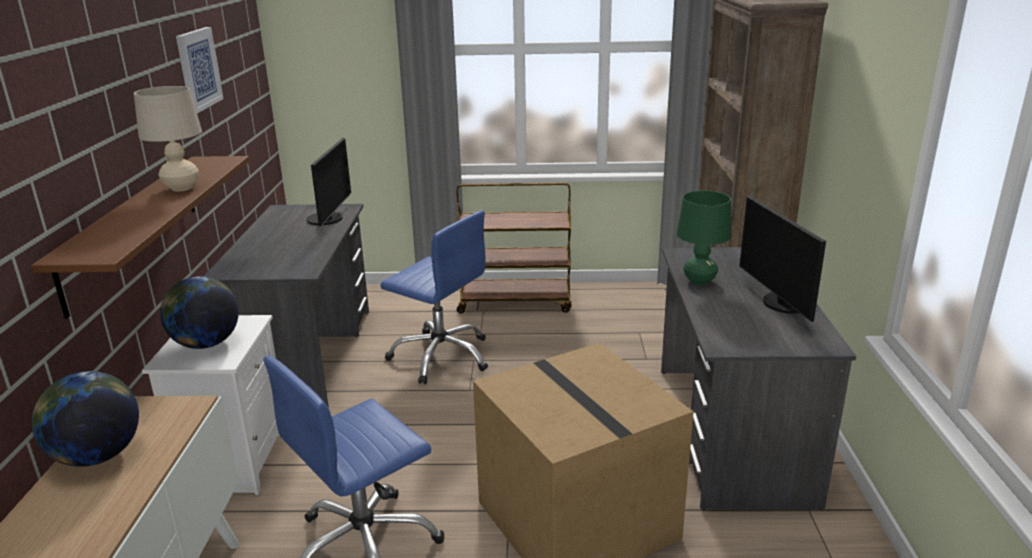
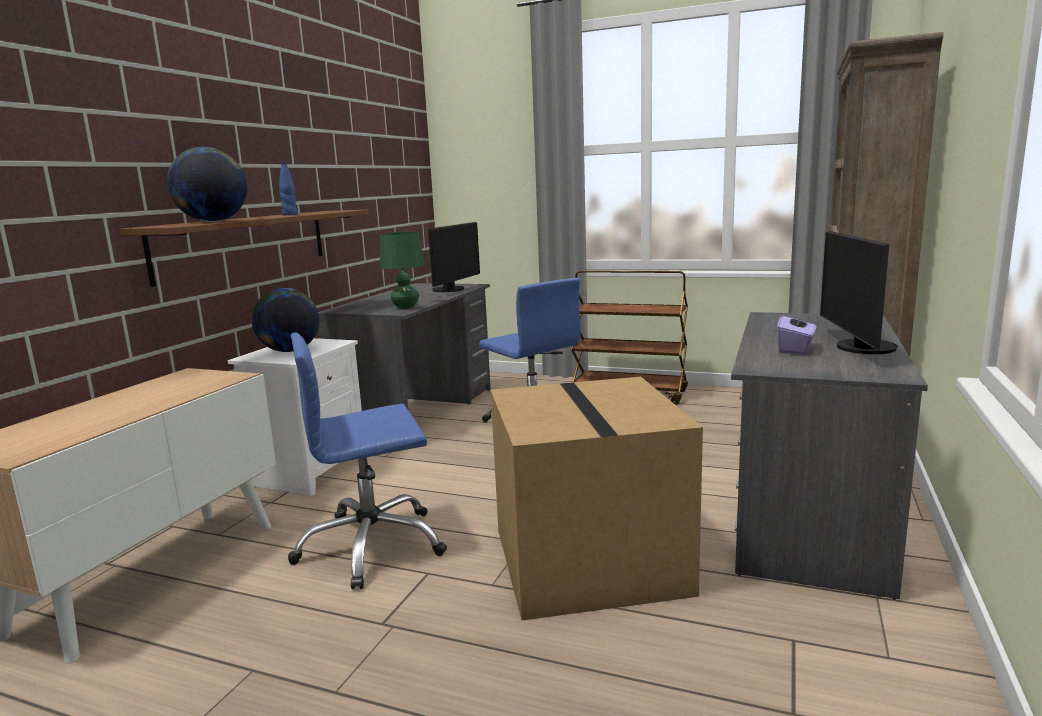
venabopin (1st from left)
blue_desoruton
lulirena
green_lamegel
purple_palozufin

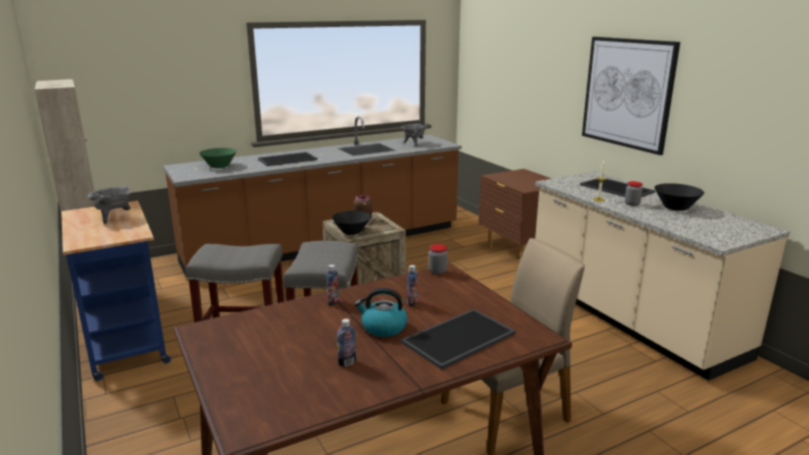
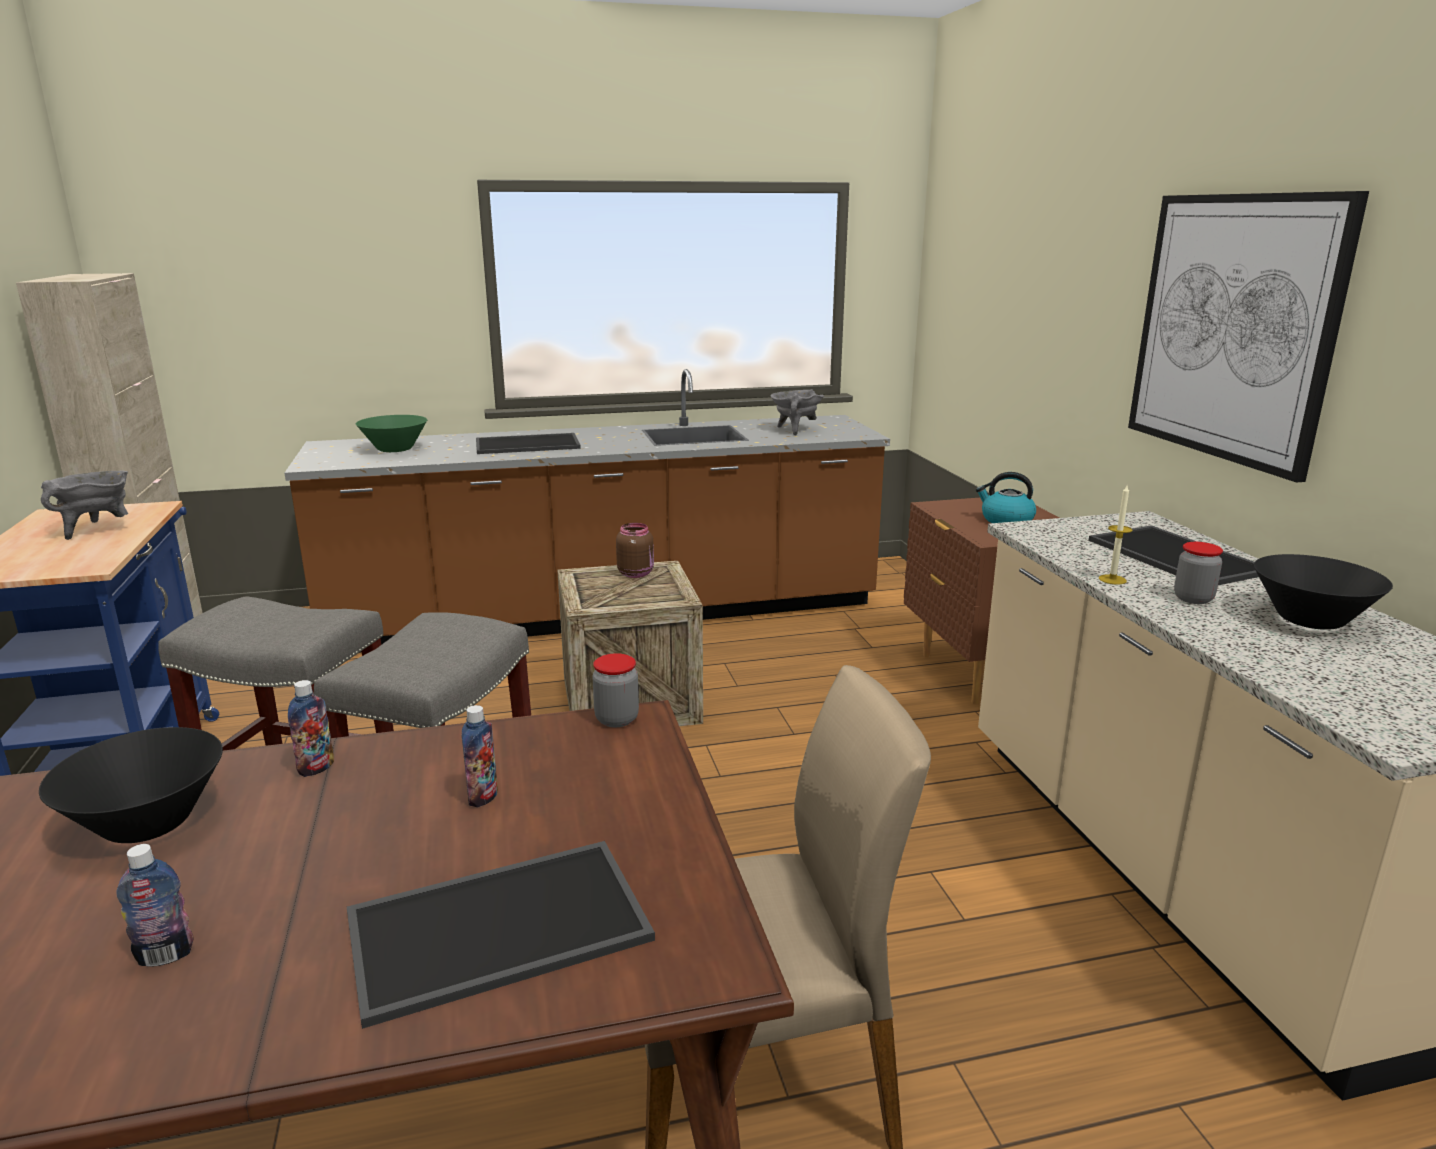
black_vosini (1st from left)
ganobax

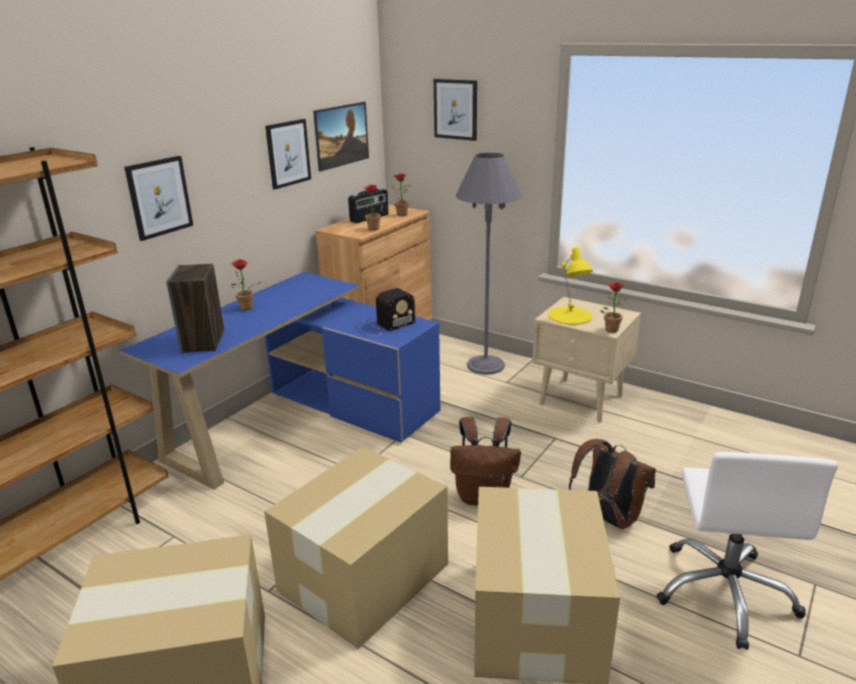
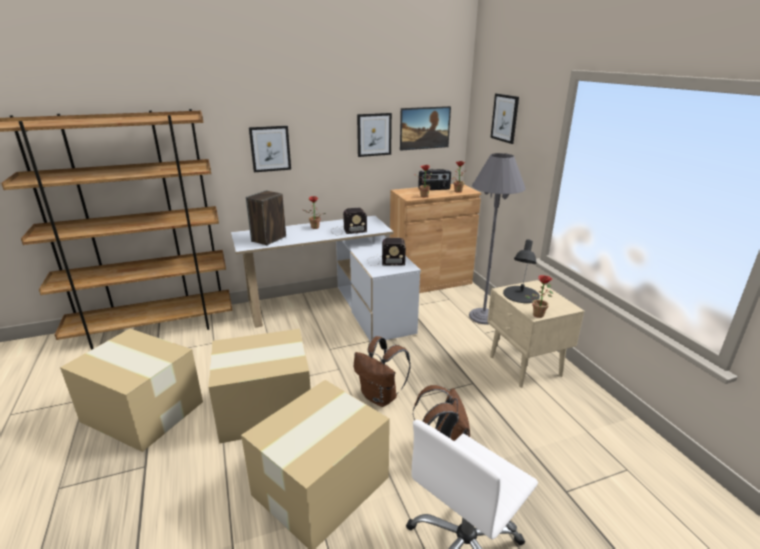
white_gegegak
black_lamegel
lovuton (1st from left)

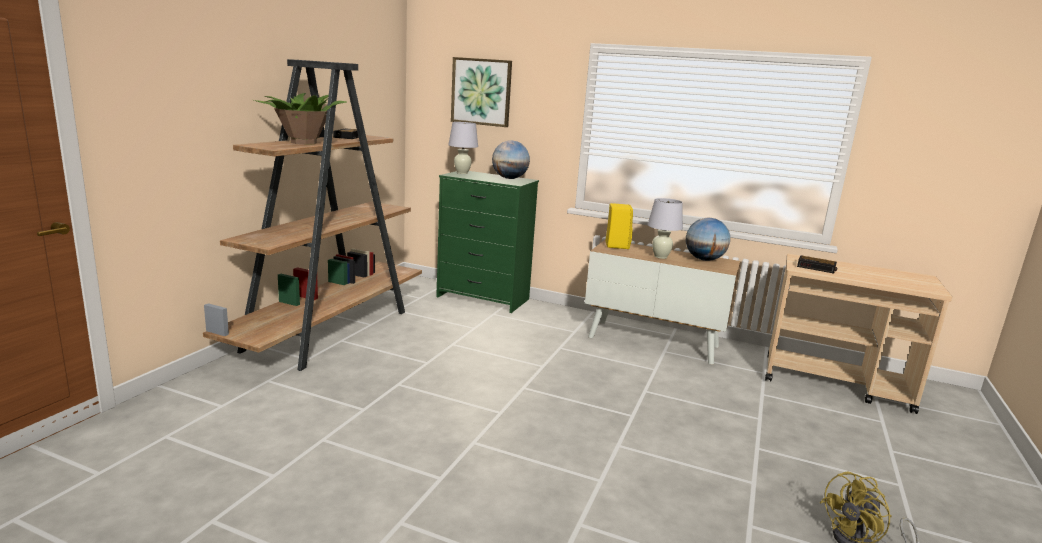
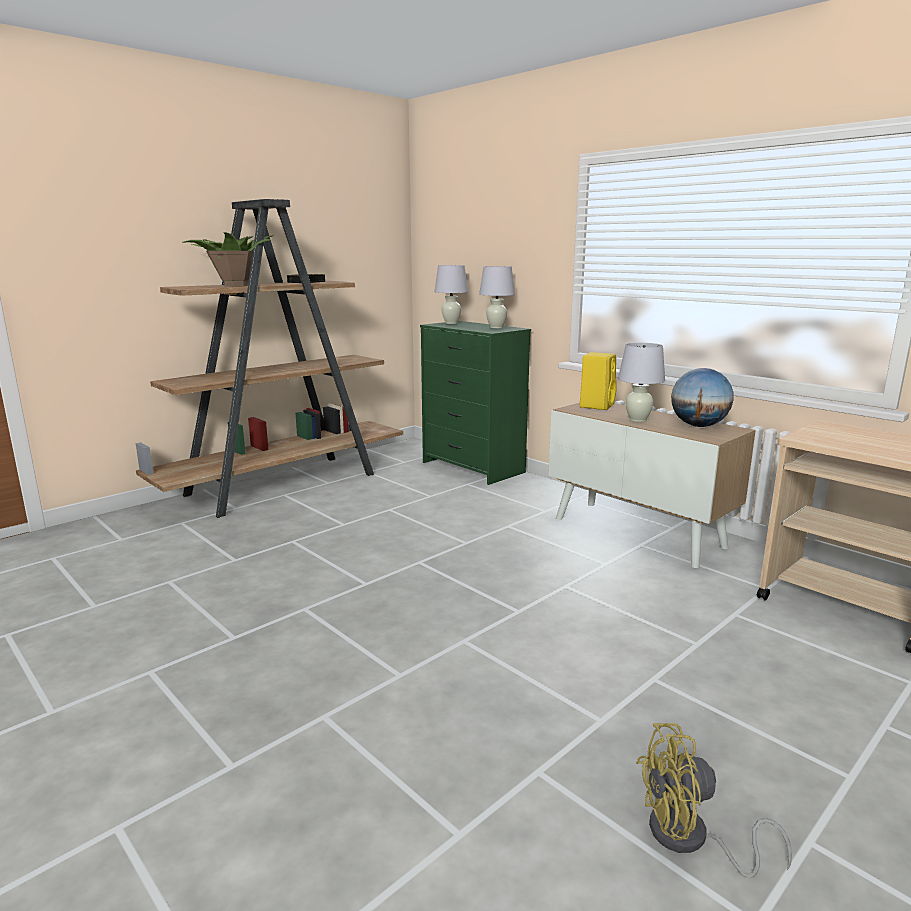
lulirena
white_lamegel (2nd from left)
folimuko (2nd from left in the first image)

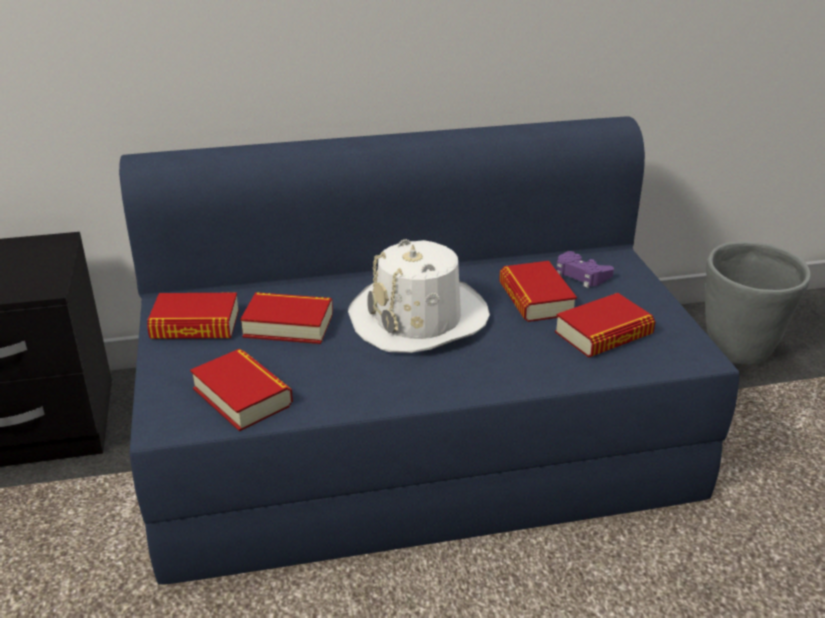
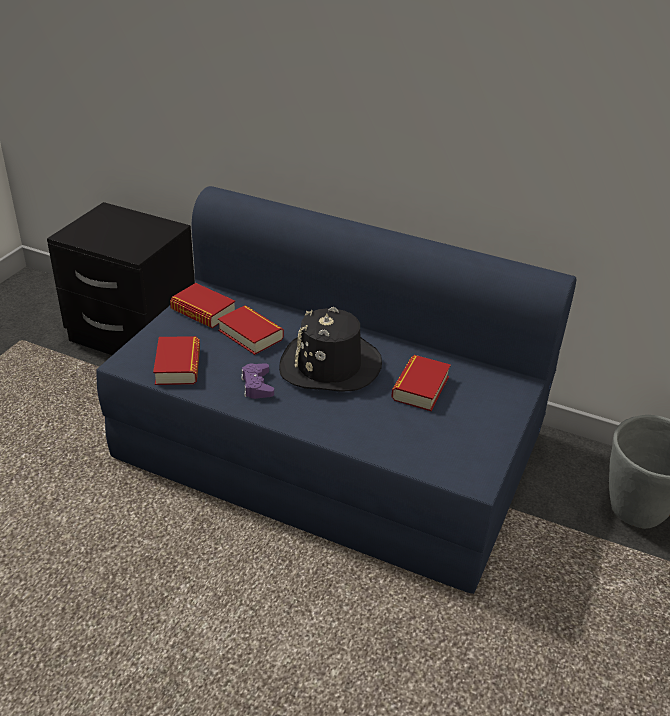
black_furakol
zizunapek (5th from left in the first image)
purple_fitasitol

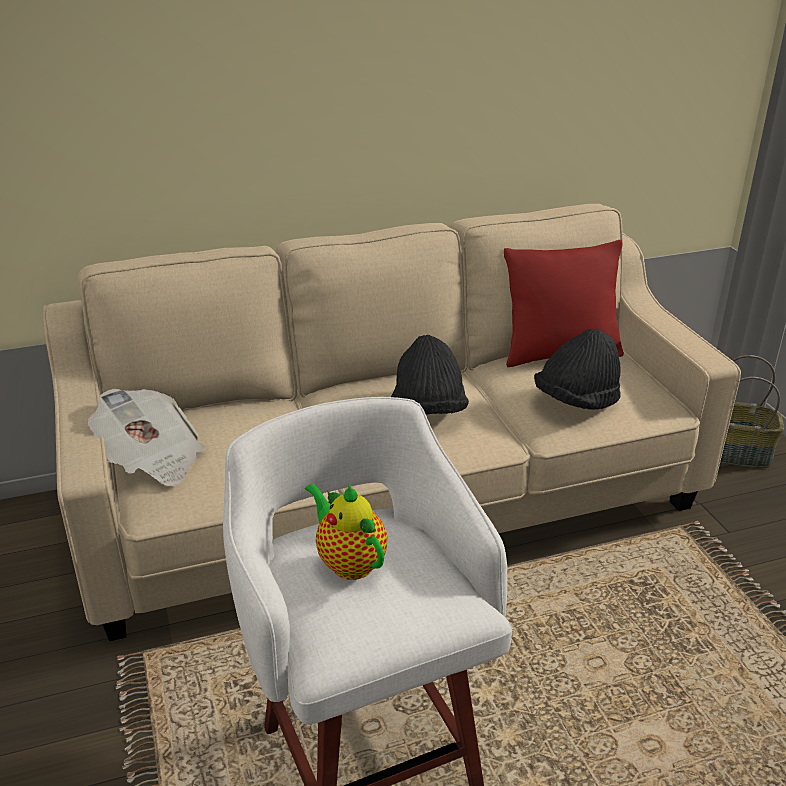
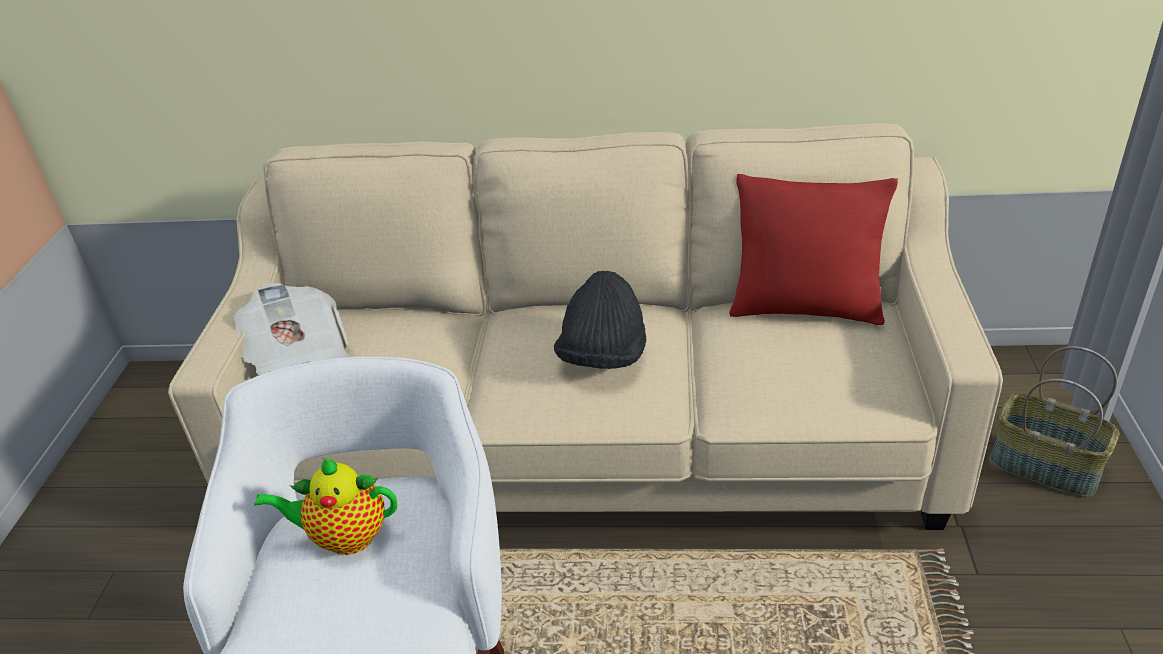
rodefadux
black_furakol (2nd from left in the first image)

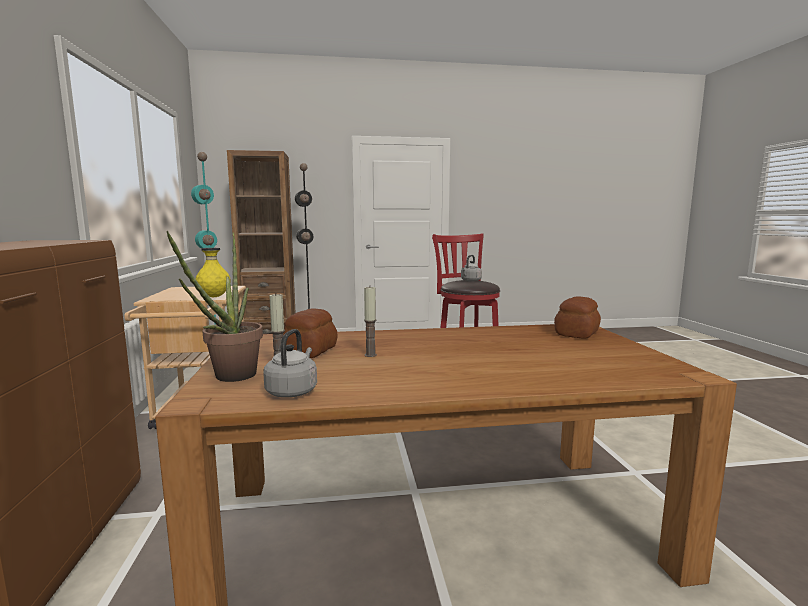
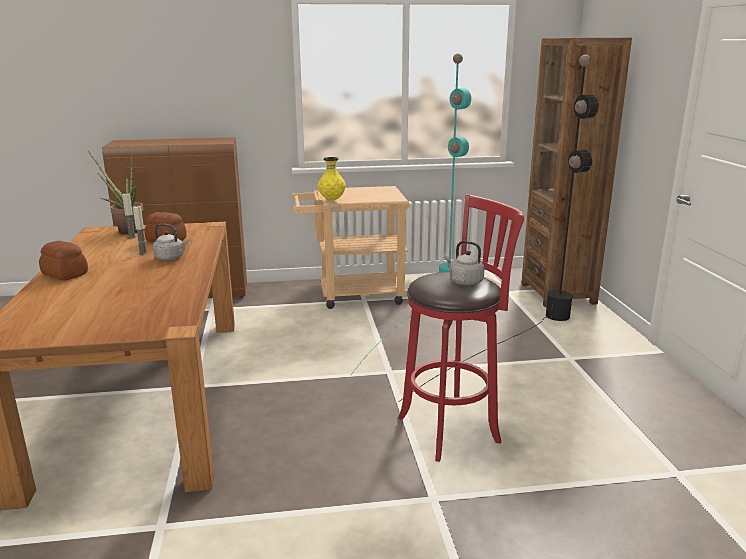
grey_ganobax (1st from left)
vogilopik (1st from left)

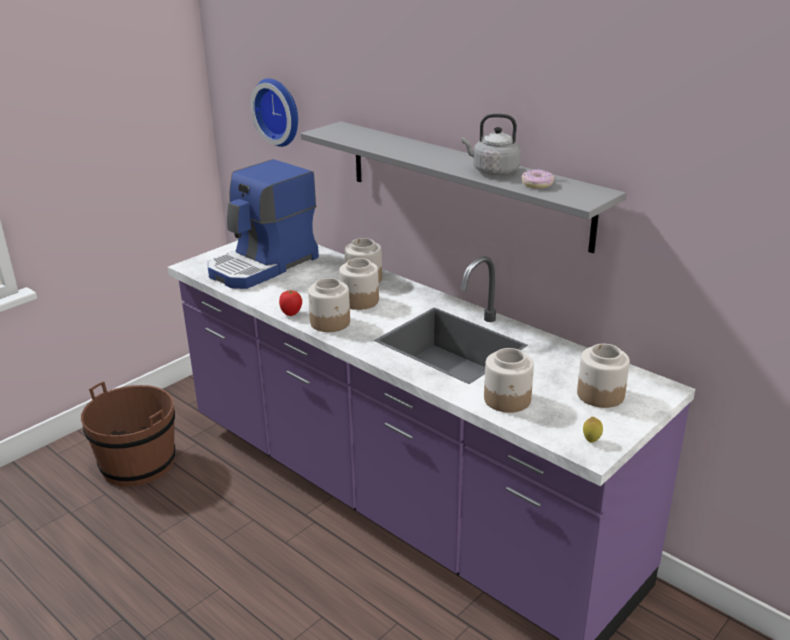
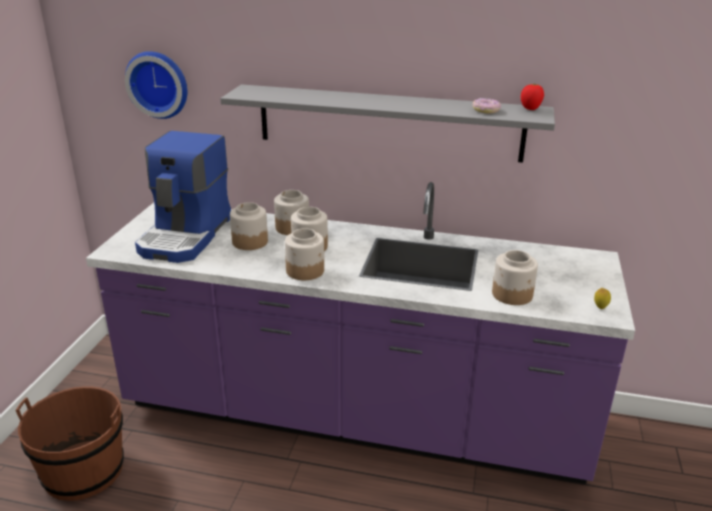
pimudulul
grey_ganobax
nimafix (1st from left)

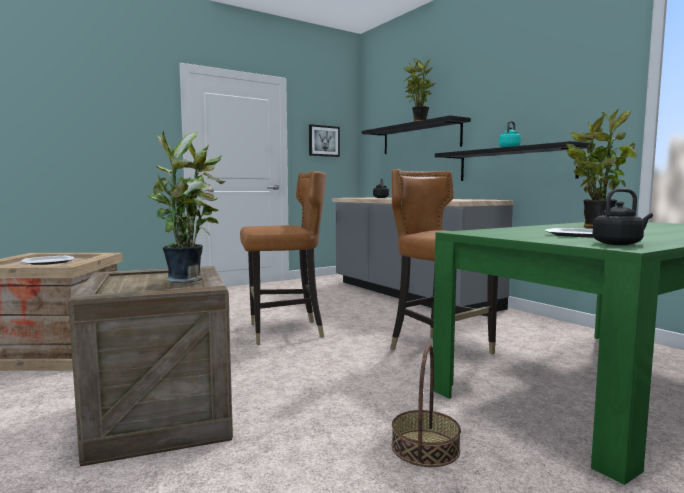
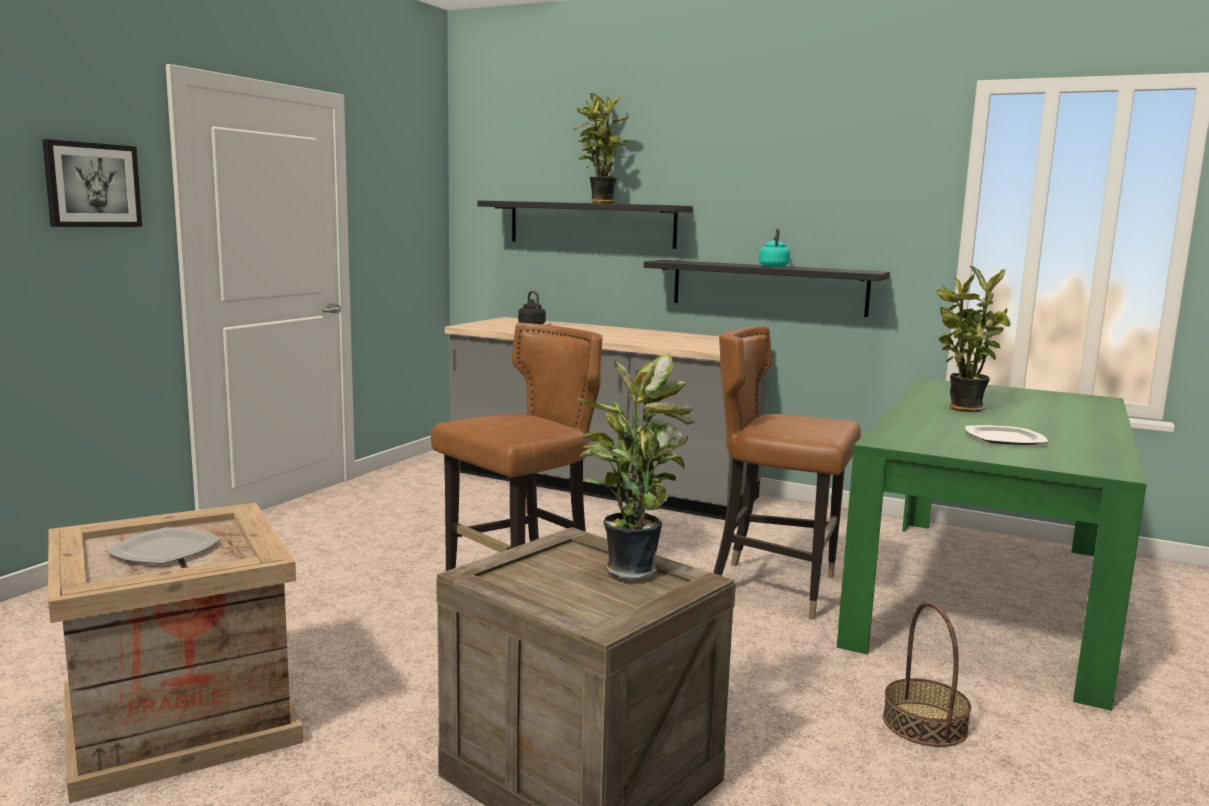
lulirena
black_ganobax (2nd from left in the first image)

